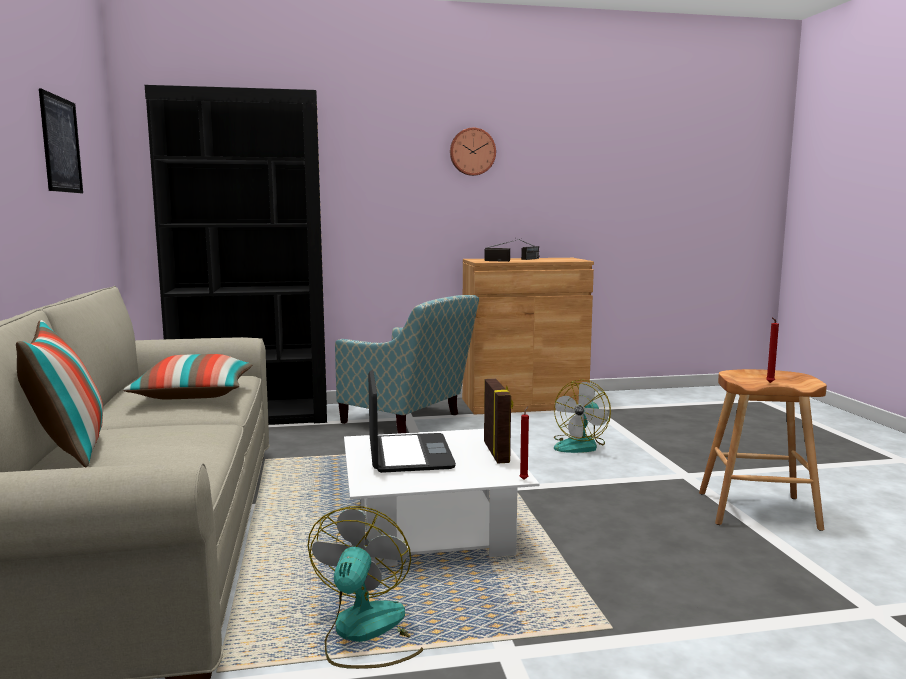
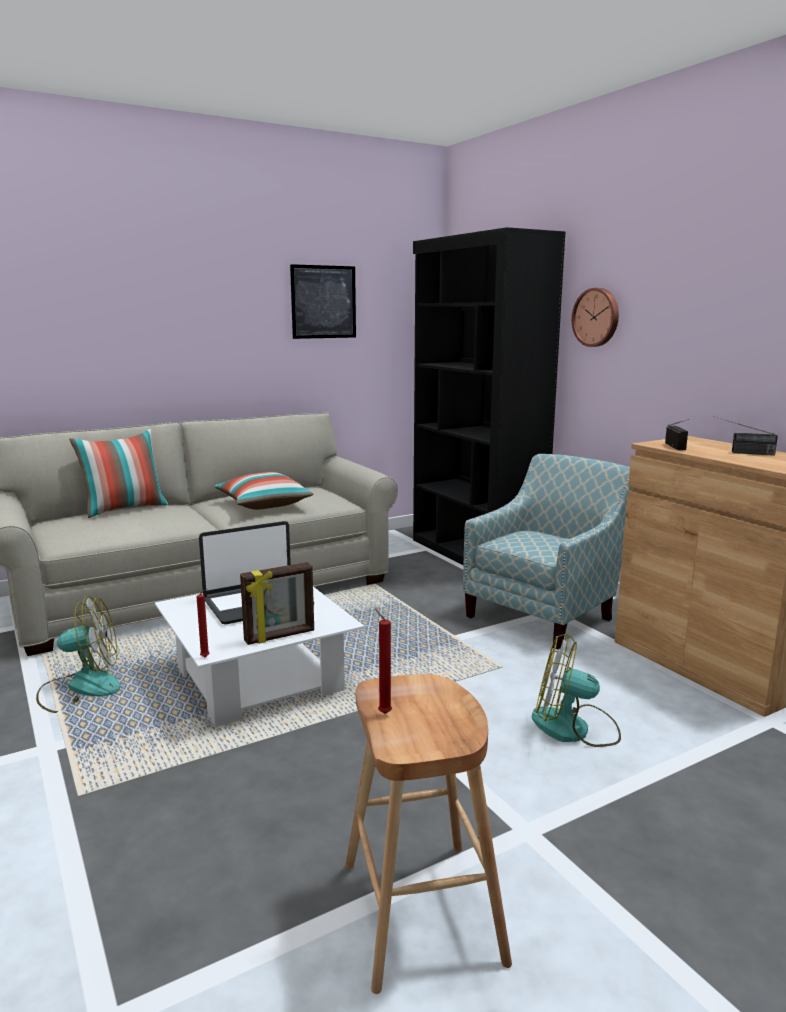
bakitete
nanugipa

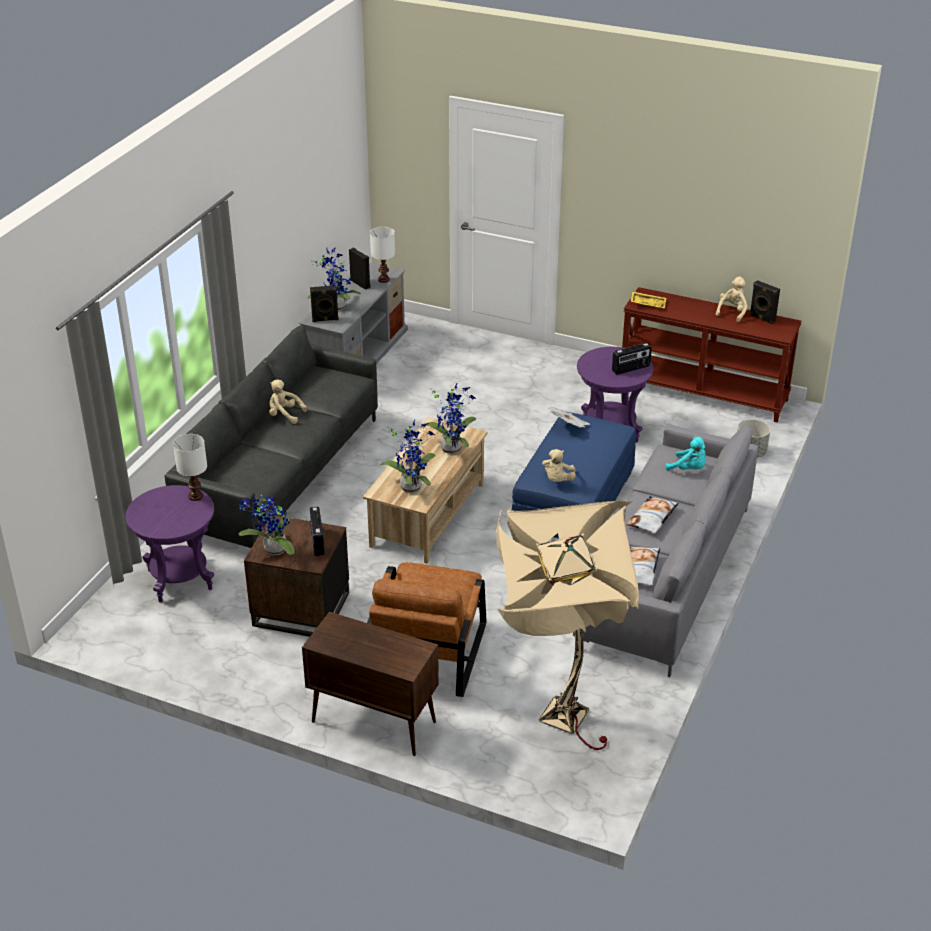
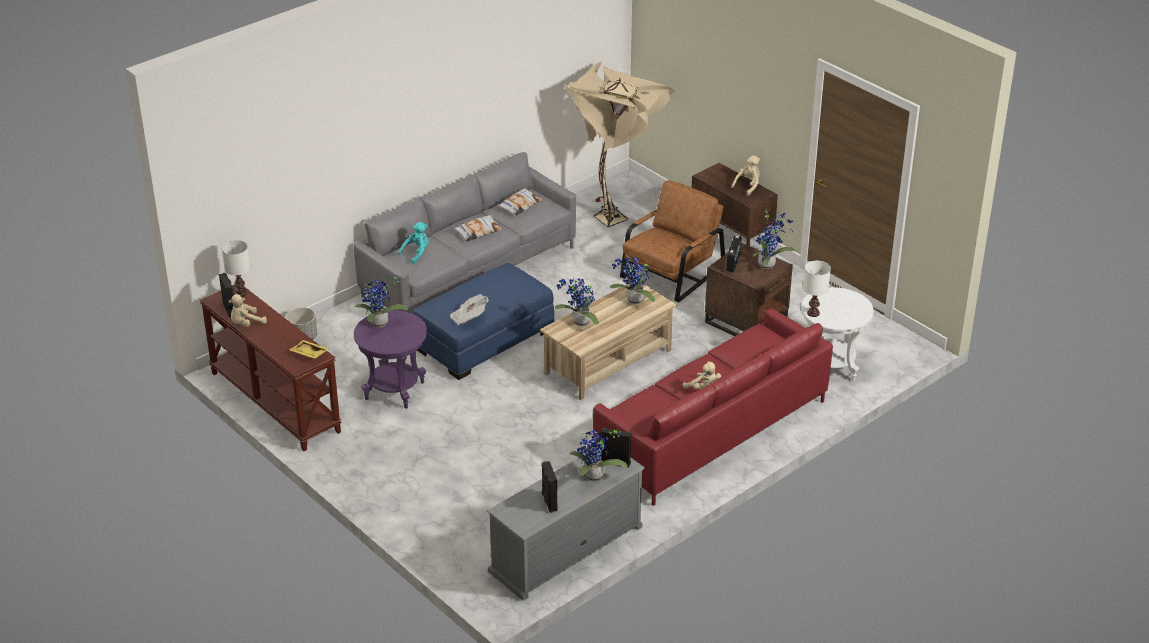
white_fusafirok
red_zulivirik
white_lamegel (1st from left)
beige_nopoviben (3rd from left)
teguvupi (1st from left)
turquoise_nopoviben

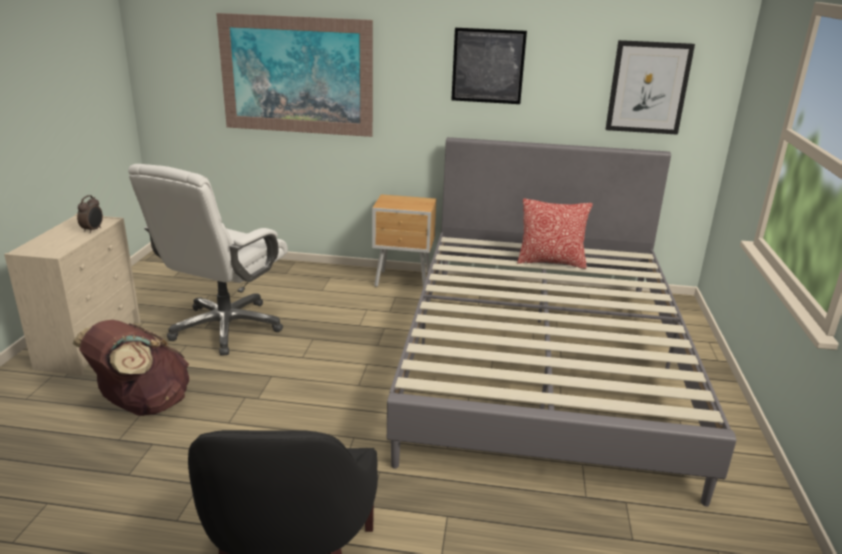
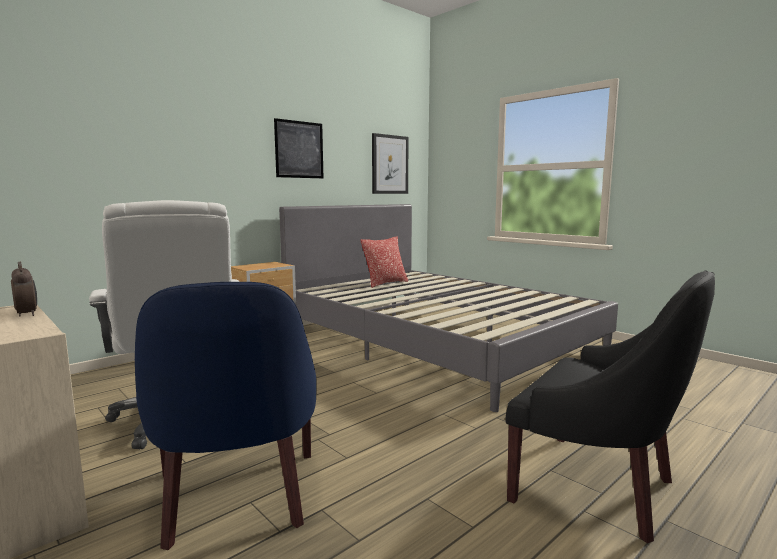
blue_bakitete
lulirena (1st from left in the first image)

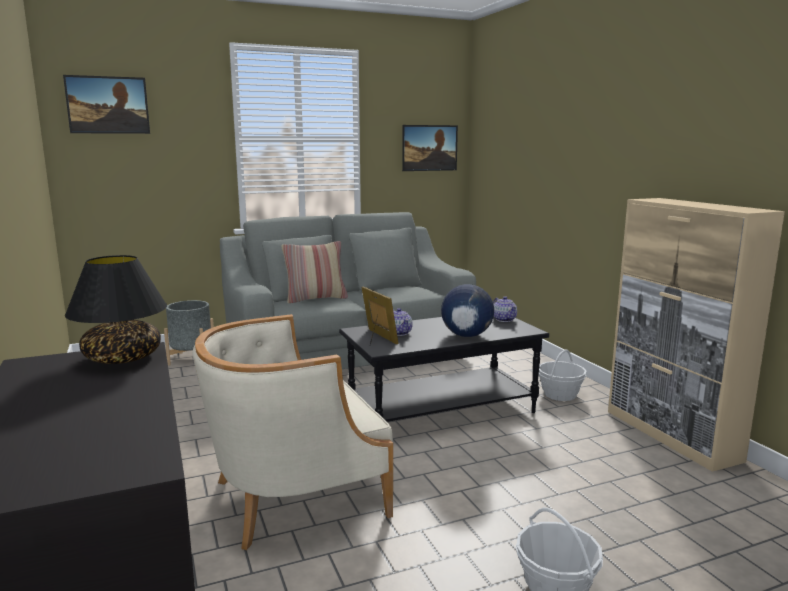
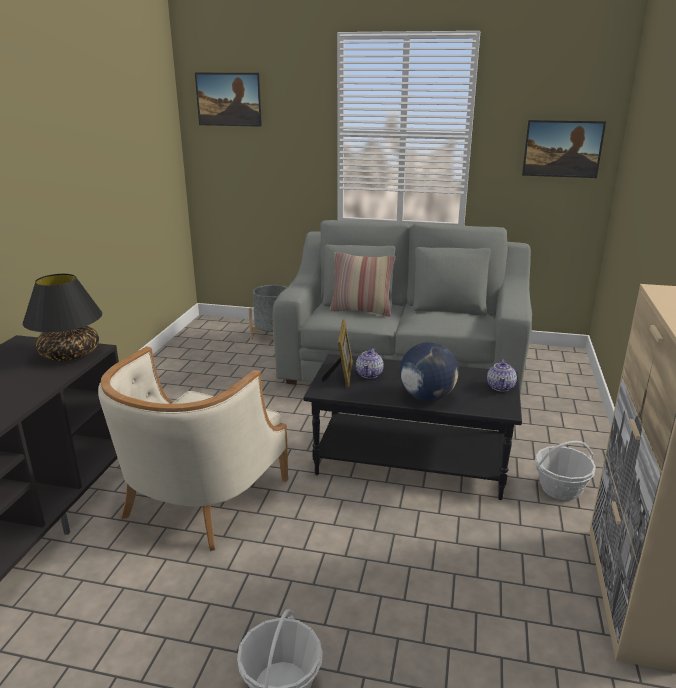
beige_bakitete

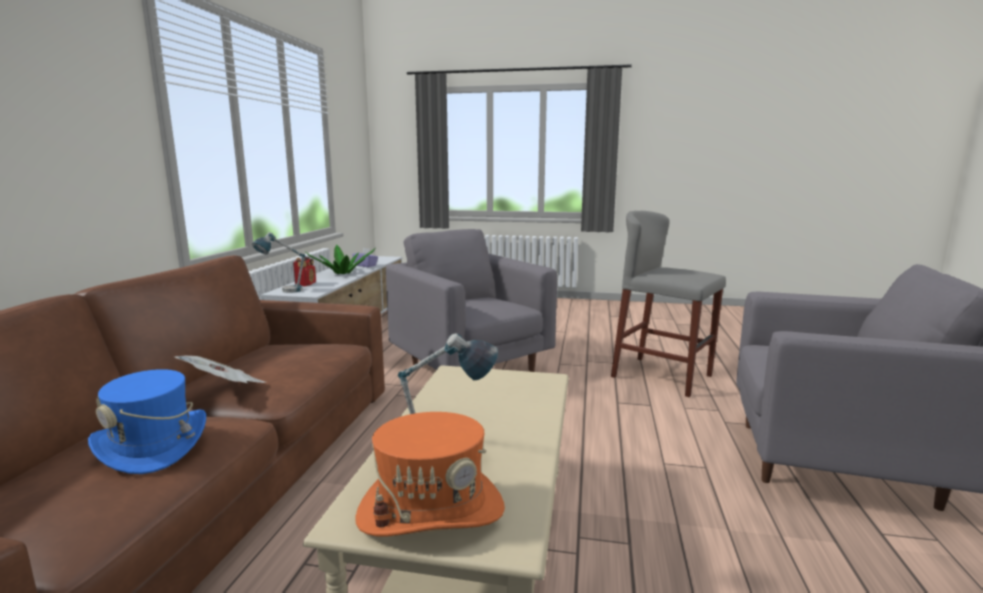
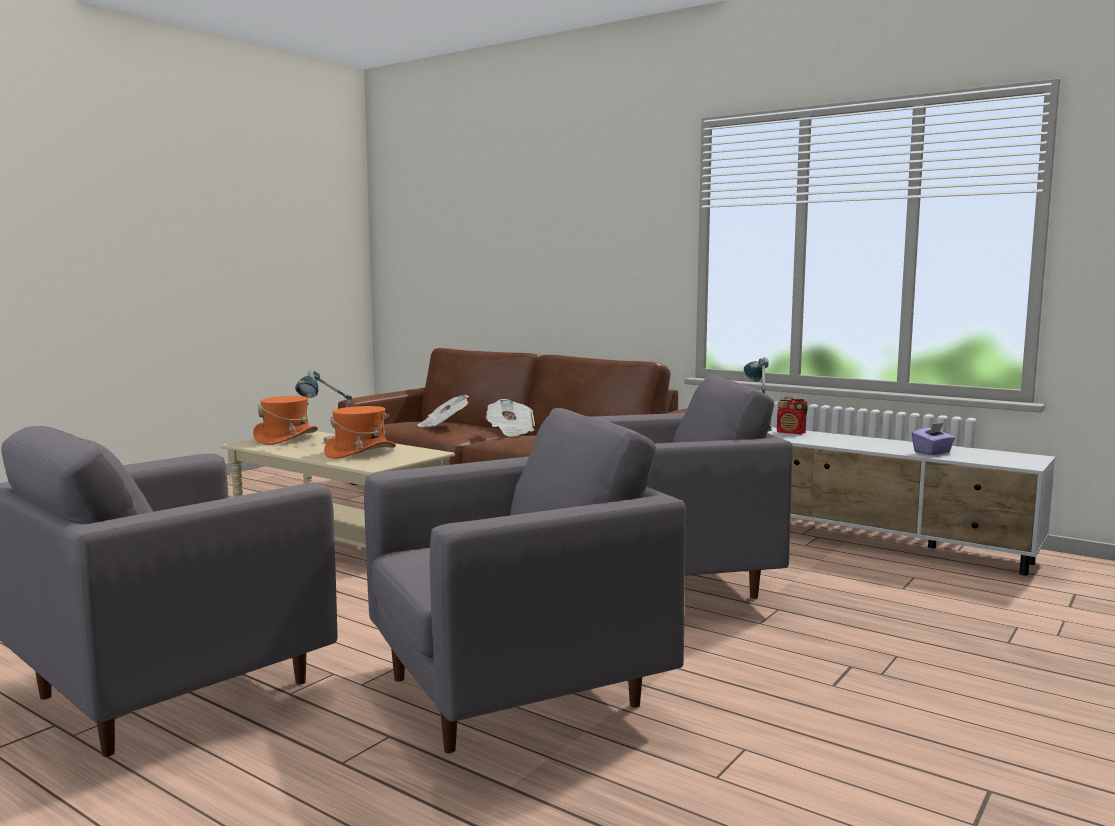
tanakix (1st from left)
teguvupi
grey_bakitete (2nd from left)
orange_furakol (2nd from left)

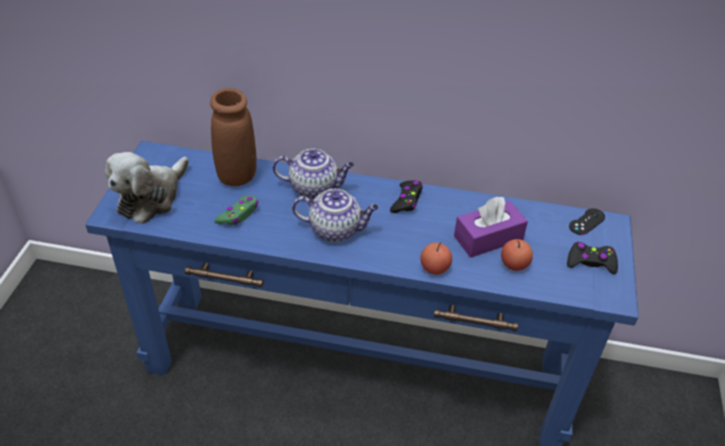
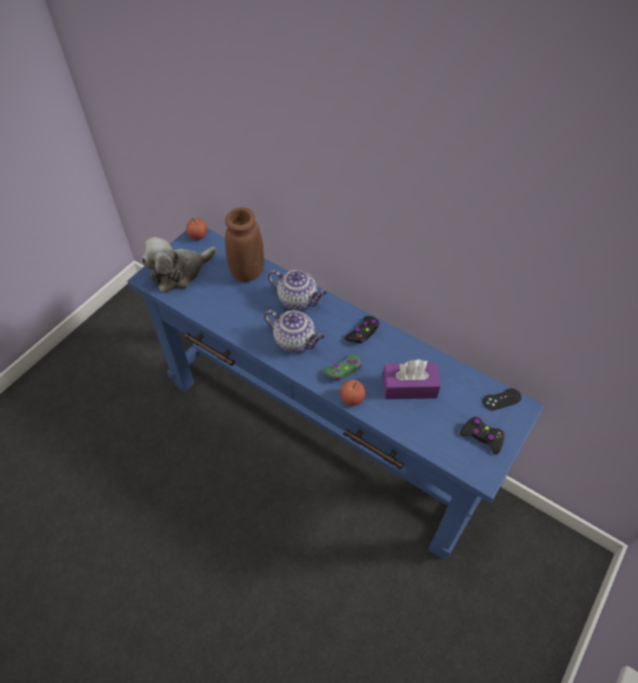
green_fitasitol
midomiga (1st from left)

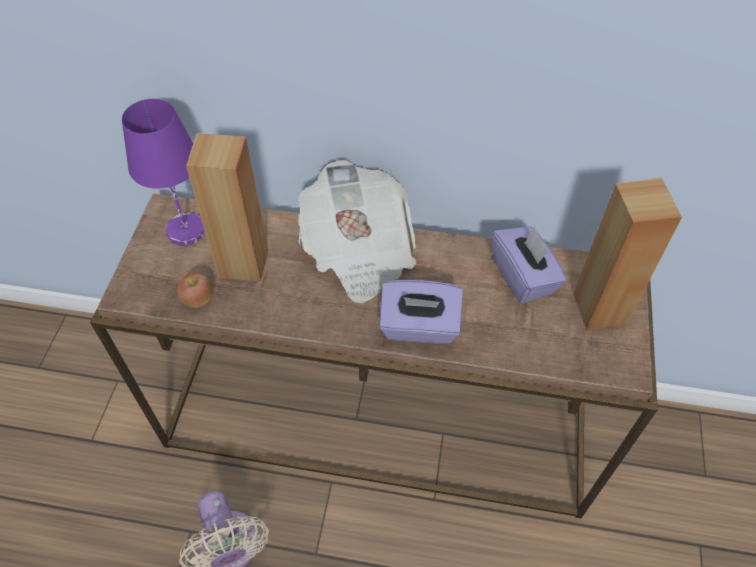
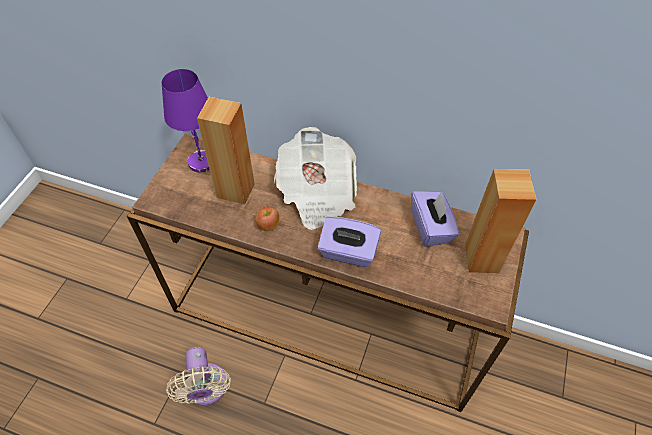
midomiga

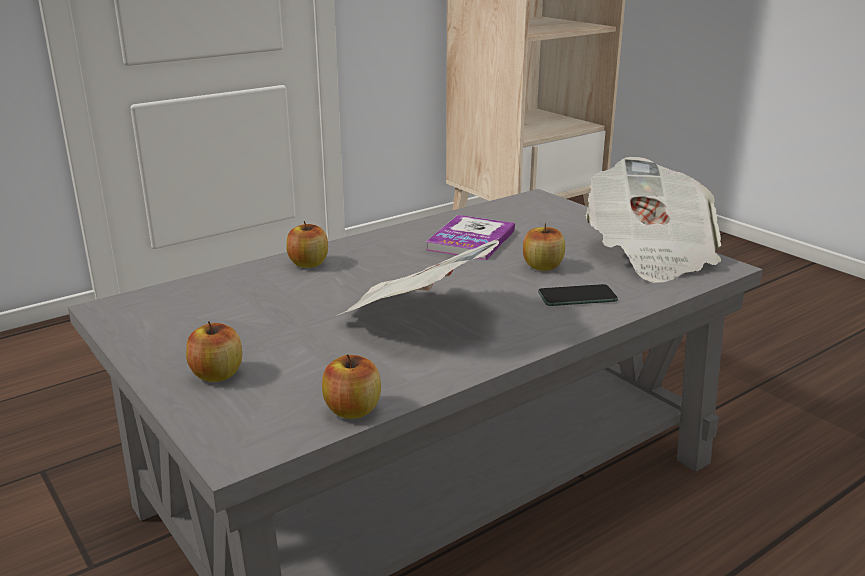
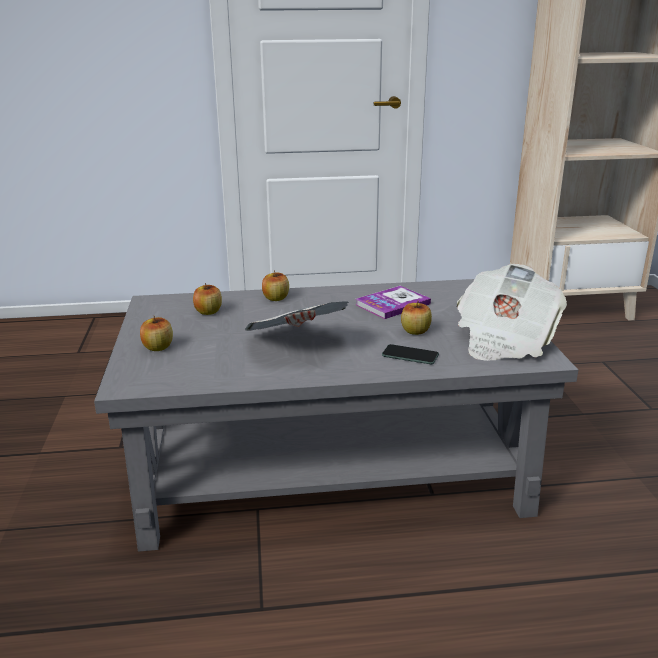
midomiga (2nd from left)

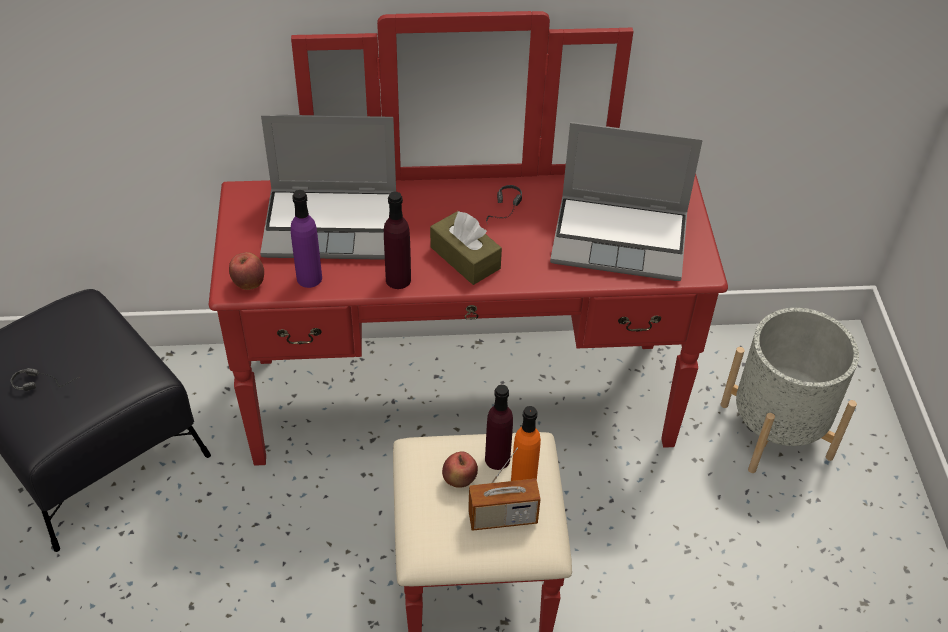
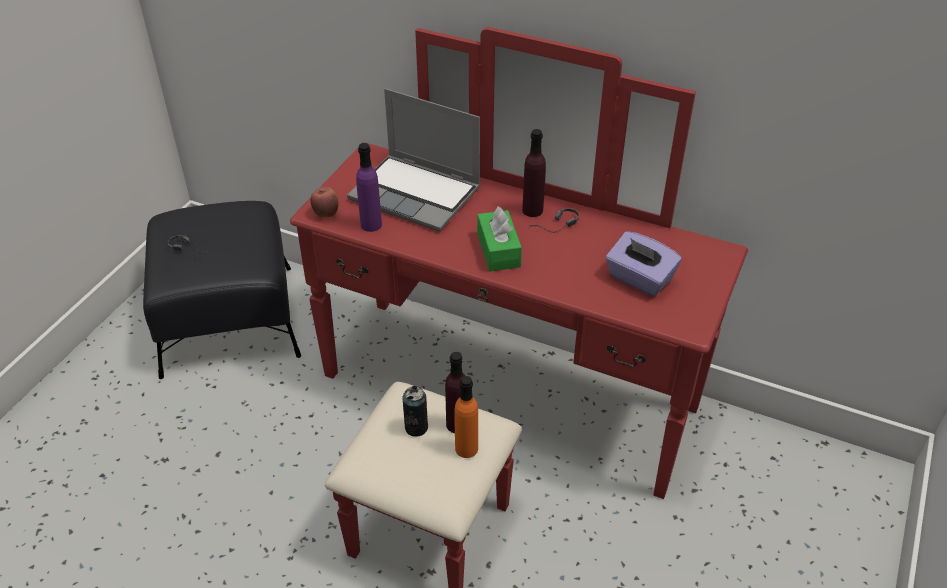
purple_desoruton (3rd from left)
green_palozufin
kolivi
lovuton
purple_palozufin
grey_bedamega

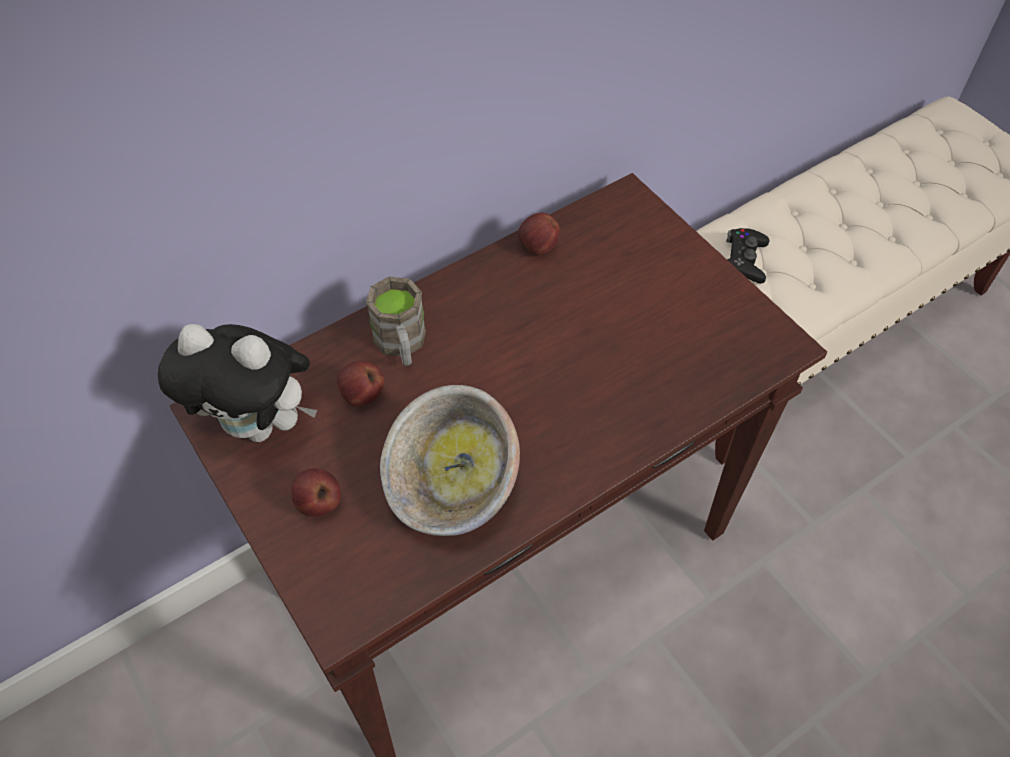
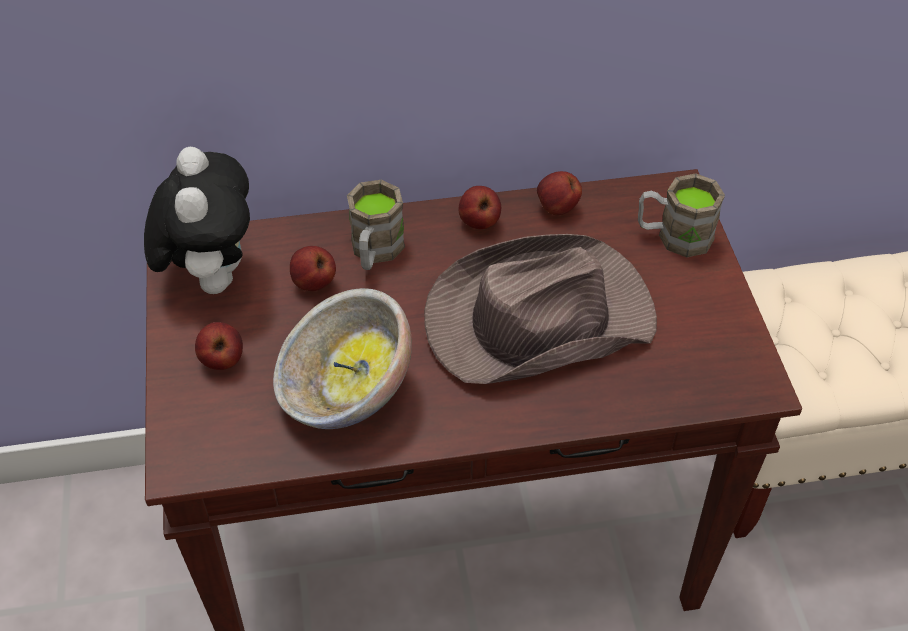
nopoviben
black_fitasitol
brown_furakol
midomiga (3rd from left)
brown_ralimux (2nd from left)

